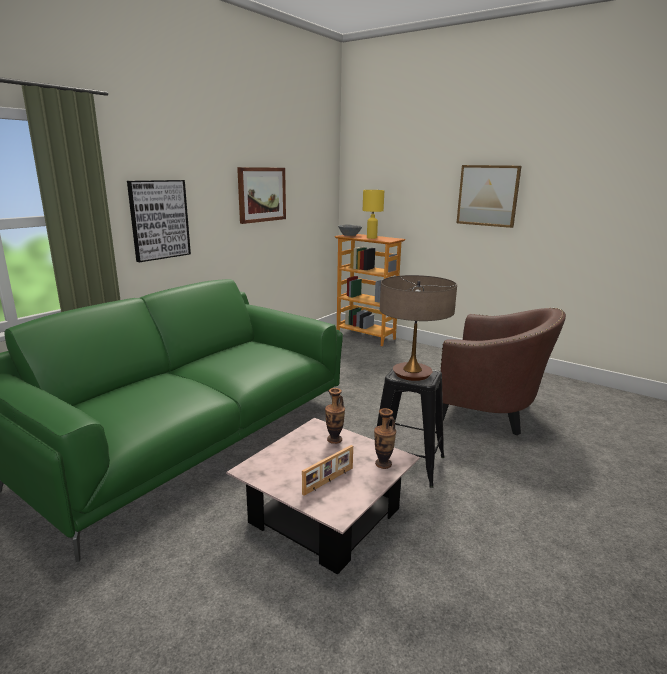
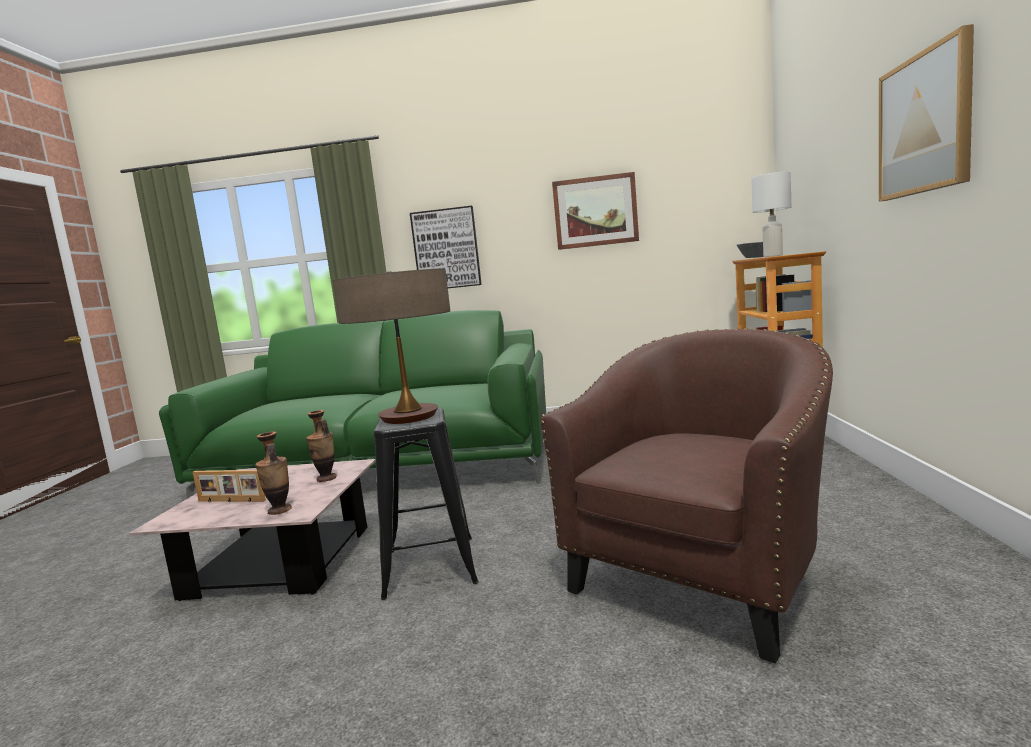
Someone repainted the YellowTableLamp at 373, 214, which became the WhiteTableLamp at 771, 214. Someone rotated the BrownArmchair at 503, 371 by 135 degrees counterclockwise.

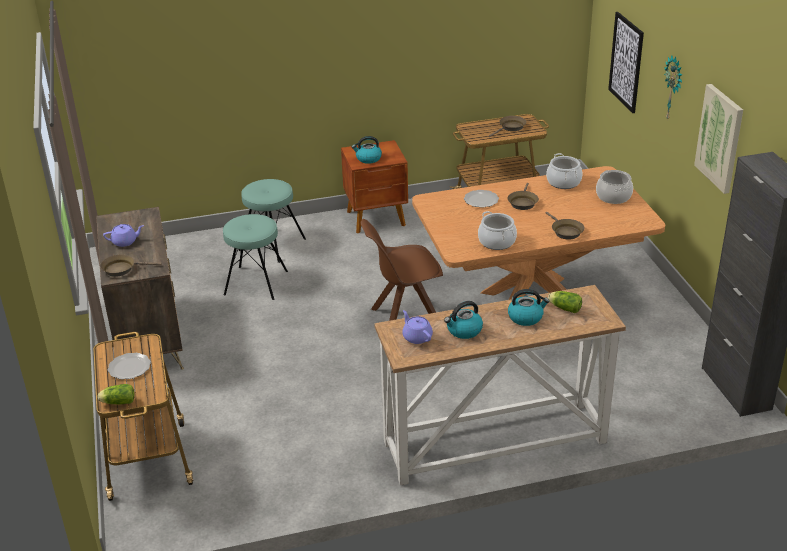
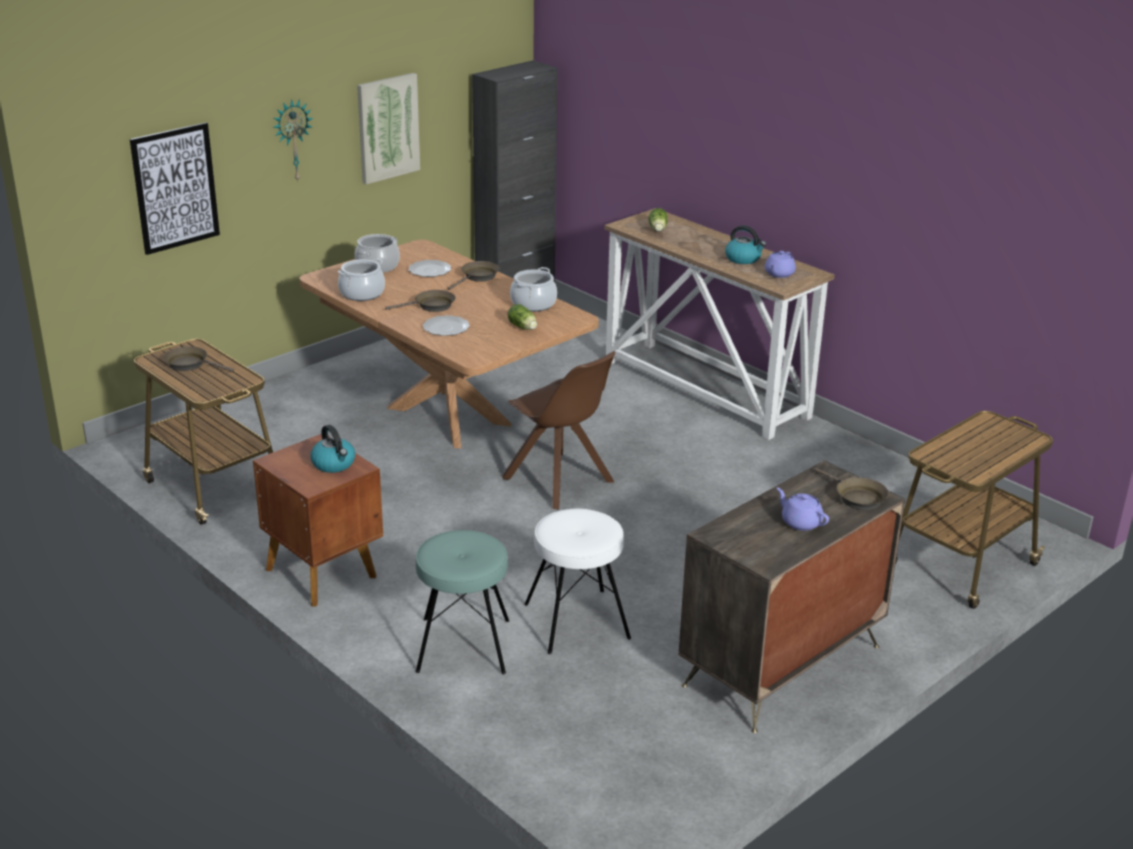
Someone carried the Lettuce from 116, 394 to 522, 317. Someone carried the Plate from 129, 366 to 429, 268. Someone repainted the TurquoiseStool at 255, 257, which became the WhiteStool at 577, 581. Someone took away the Kettle at 528, 307.

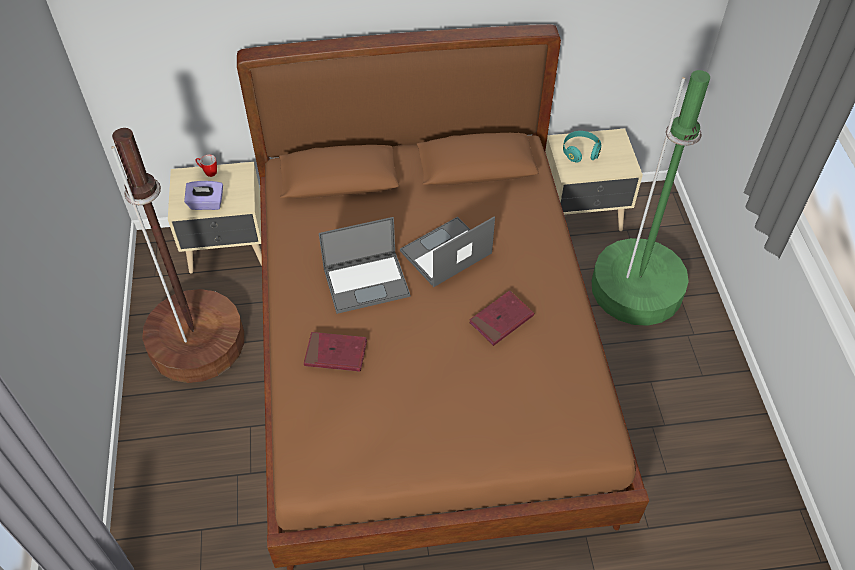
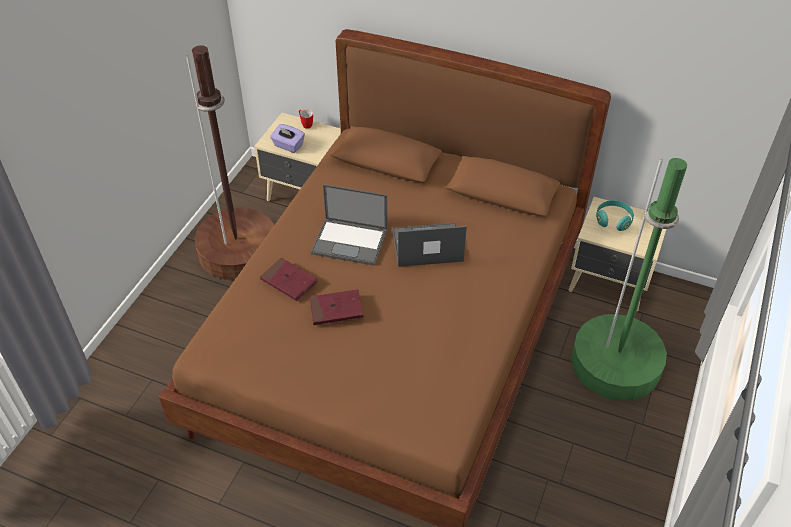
Someone carried the RedBook from 501, 318 to 336, 307.

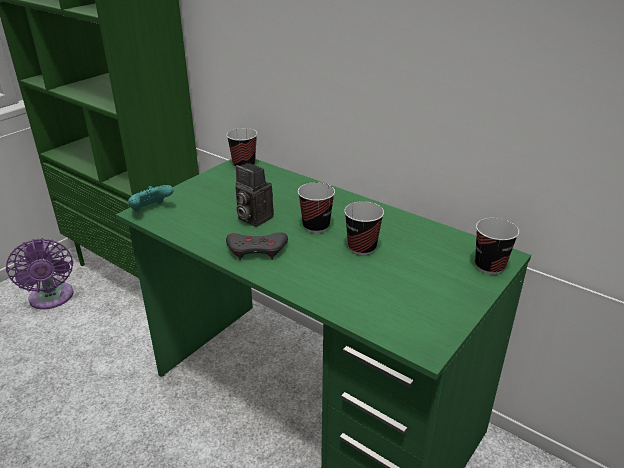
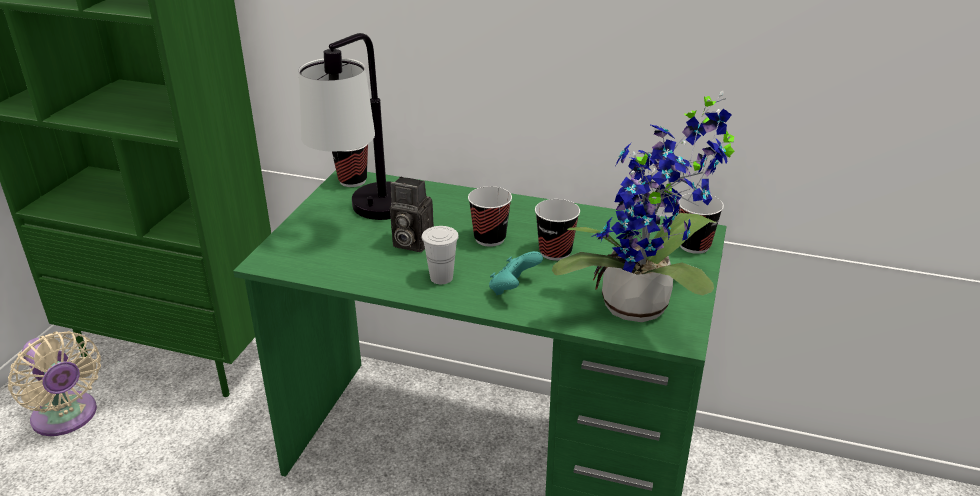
Someone repainted the PurpleFan at 39, 273, which became the BeigeFan at 54, 383. Someone carried the TurquoiseGameController from 150, 198 to 516, 273. Someone swapped the GreyGameController at 257, 246 for the WhiteCup at 440, 255. Someone put down the TableLamp at 345, 126. Someone put down the PottedPlant at 643, 206.

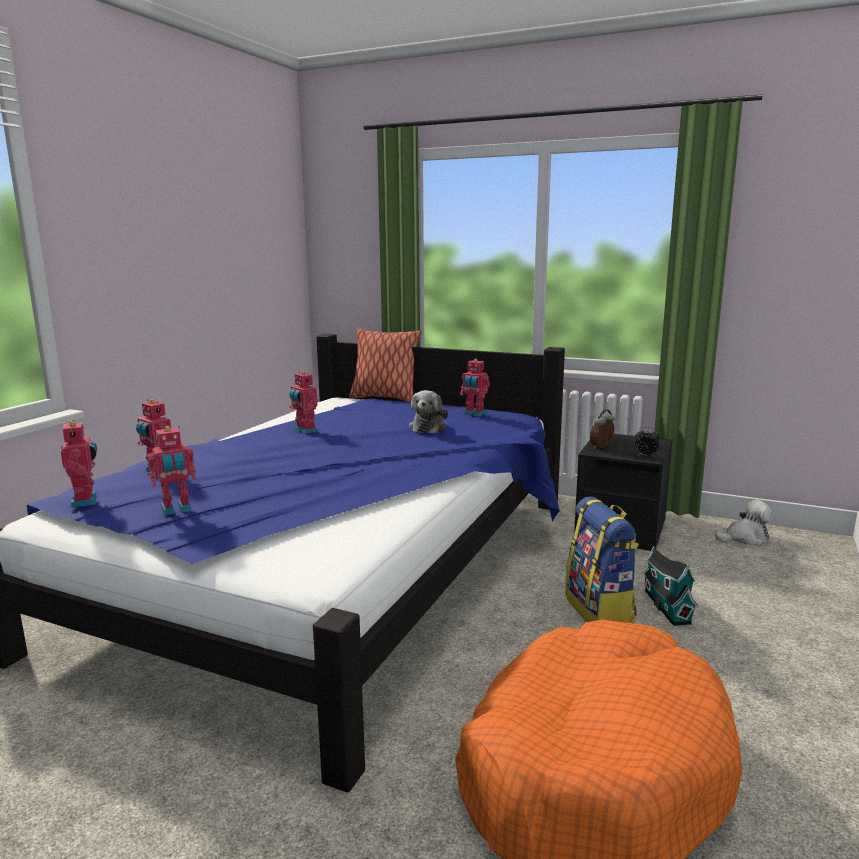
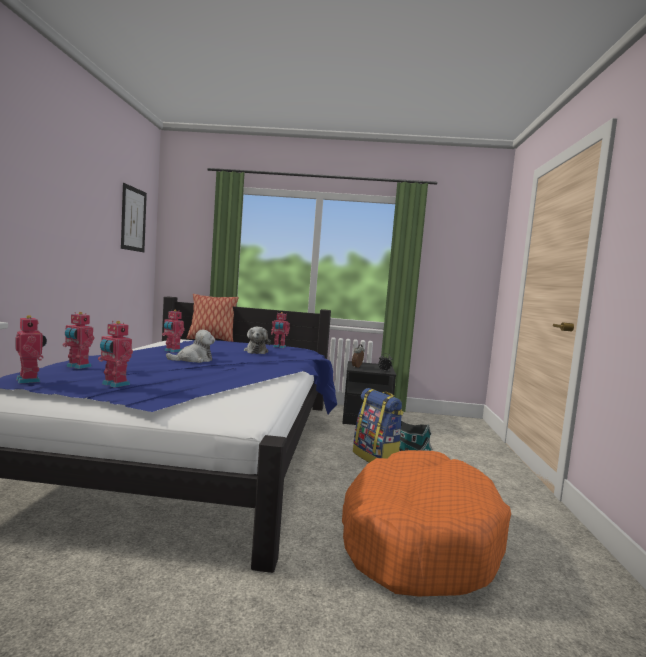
Someone rotated the ToyRobot at 171, 470 by 75 degrees clockwise. Someone carried the PlushToy from 744, 522 to 190, 346. Someone put up the Picture at 134, 217.

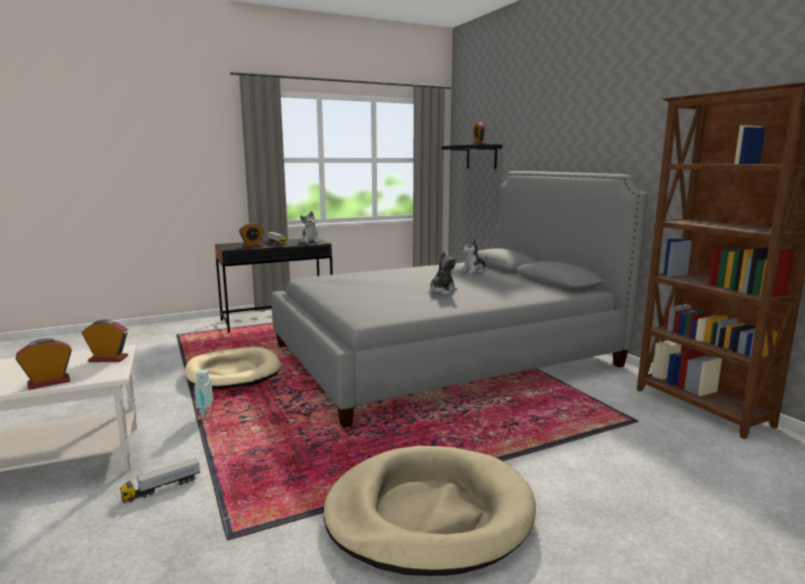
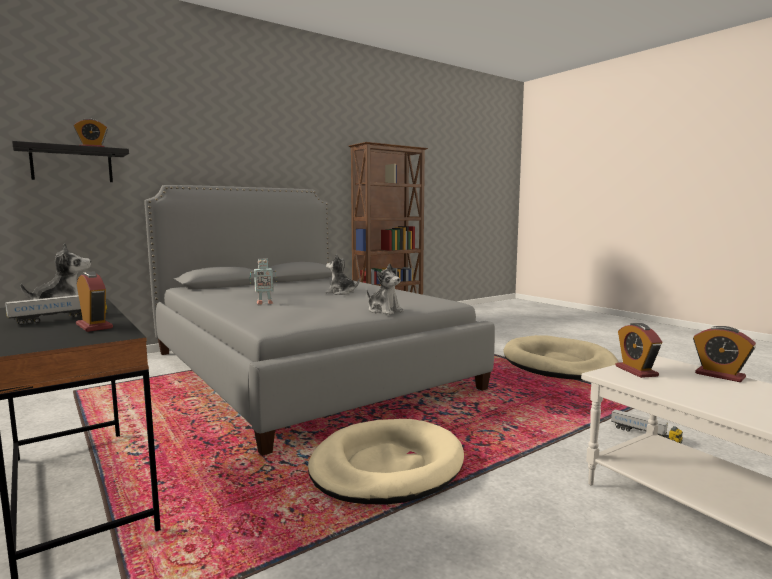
Someone carried the ToyRobot from 204, 395 to 263, 281. Someone carried the PlushToy from 473, 256 to 385, 289.

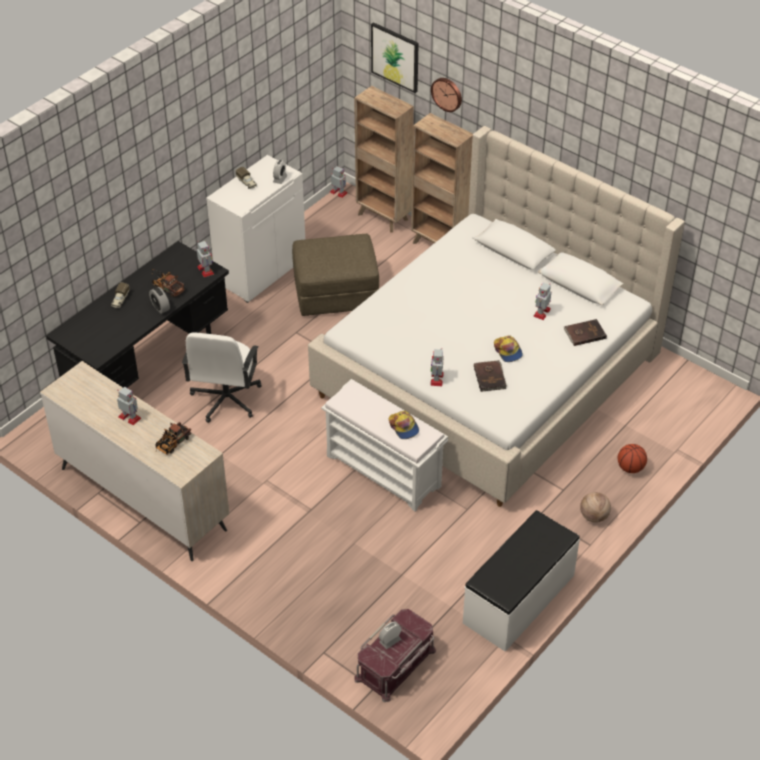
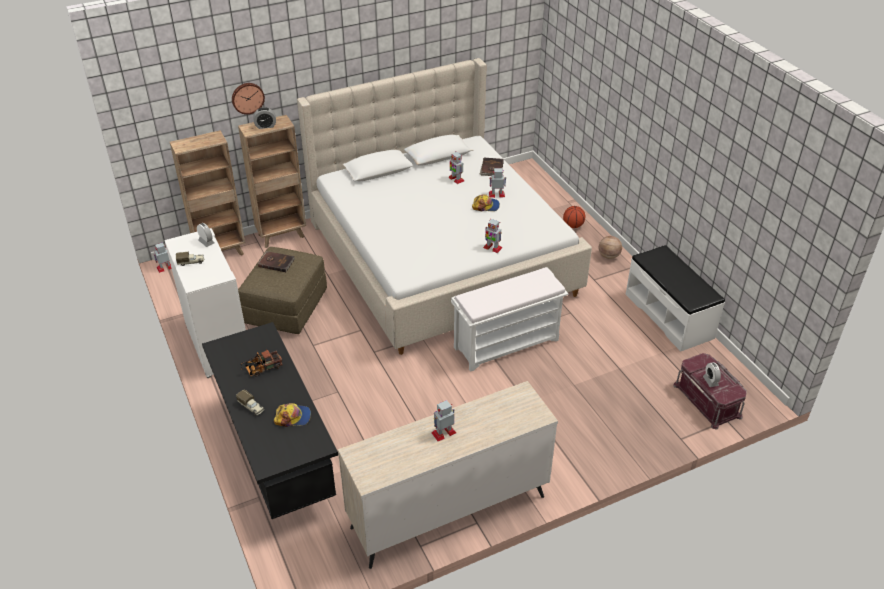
Someone carried the AlarmClock from 159, 300 to 264, 118. Someone took away the ToyTruck at 173, 438. Someone took away the WhiteOfficeChair at 222, 378. Someone carried the ToyRobot from 205, 259 to 497, 183. Someone took away the Picture at 395, 57. Someone carried the Cap from 404, 425 to 292, 415. Someone carried the BrownBook from 490, 376 to 276, 261.

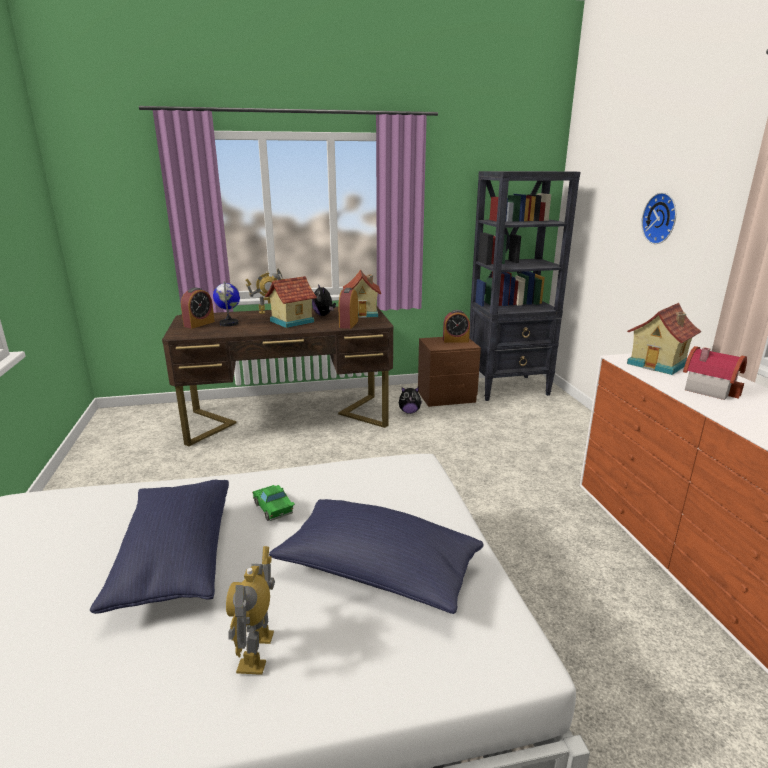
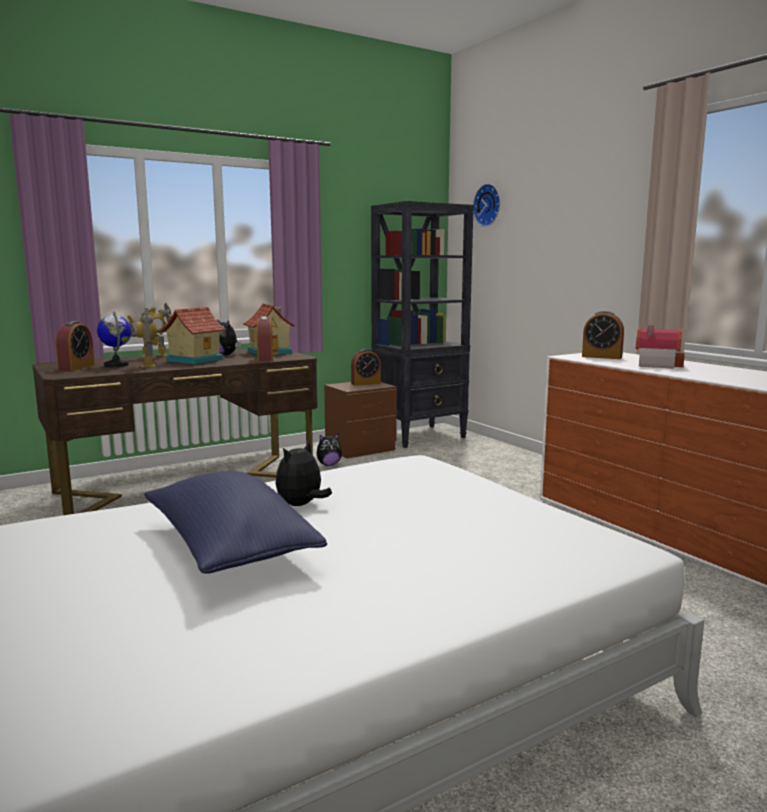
Someone carried the ToyRobot from 250, 610 to 146, 338. Someone swapped the GreenToyCar at 273, 503 for the PlushToy at 303, 473. Someone took away the BluePillow at 376, 556. Someone swapped the ToyHouse at 664, 339 for the AlarmClock at 603, 334. Someone carried the WallClock from 658, 218 to 486, 205.

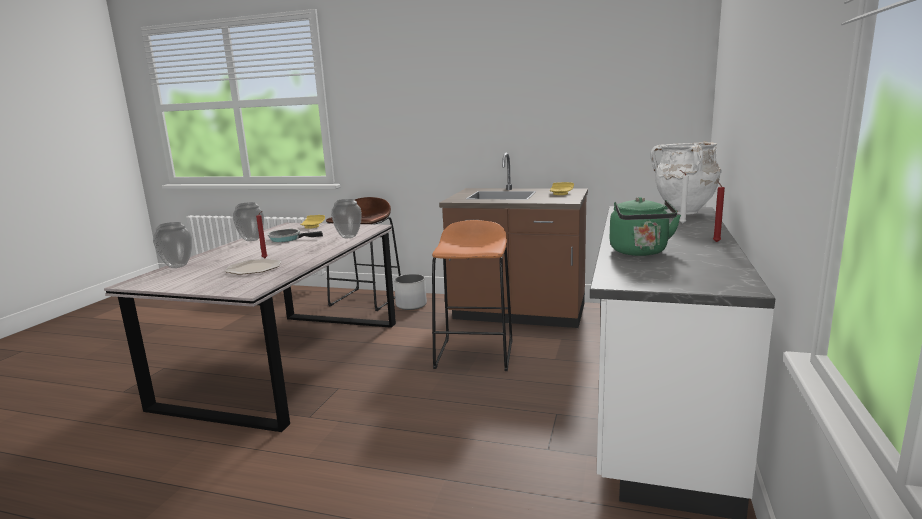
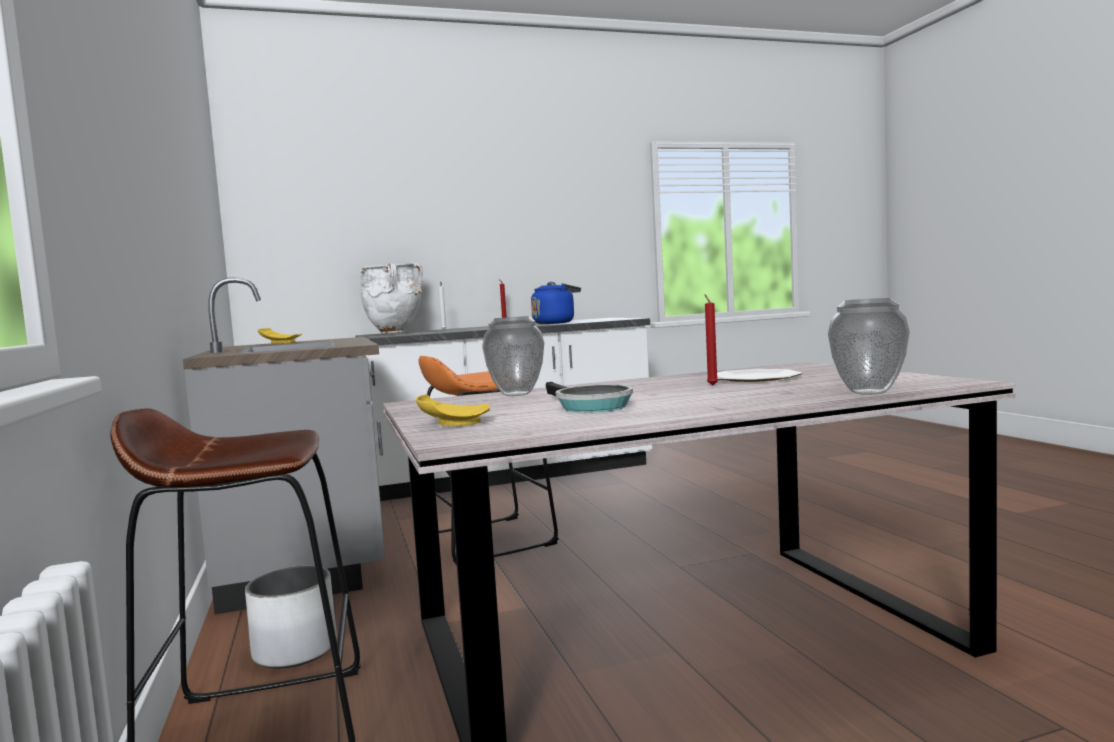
Someone took away the Vase at 248, 221. Someone repainted the BrownCounter at 513, 240, which became the GreyCounter at 284, 446. Someone repainted the GreenKettle at 645, 226, which became the BlueKettle at 556, 303.

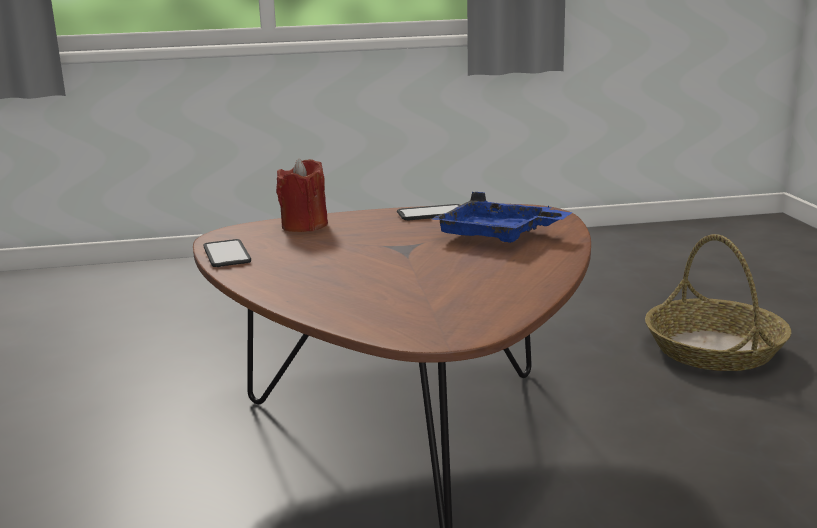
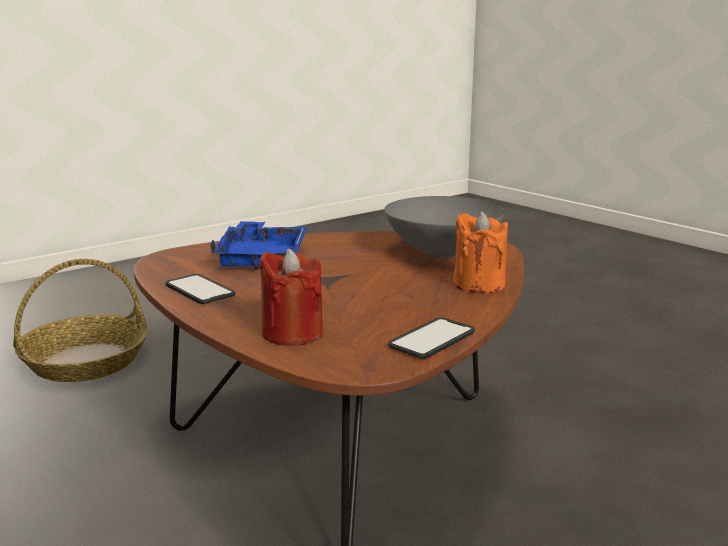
Someone put down the GreyBowl at 444, 227. Someone put down the OrangeCandle at 480, 252.

